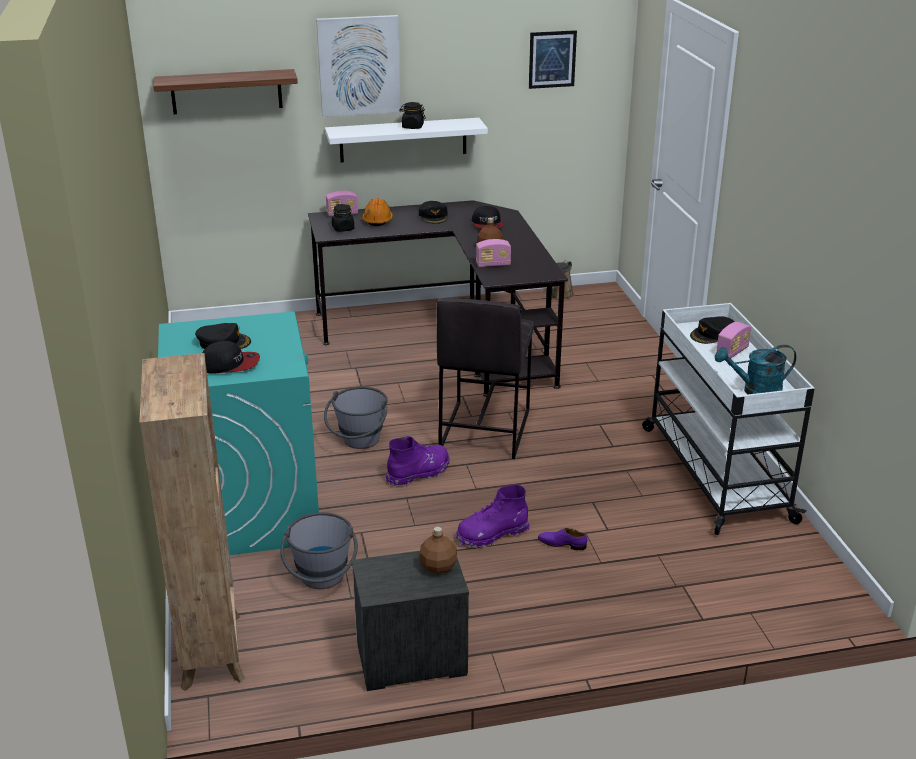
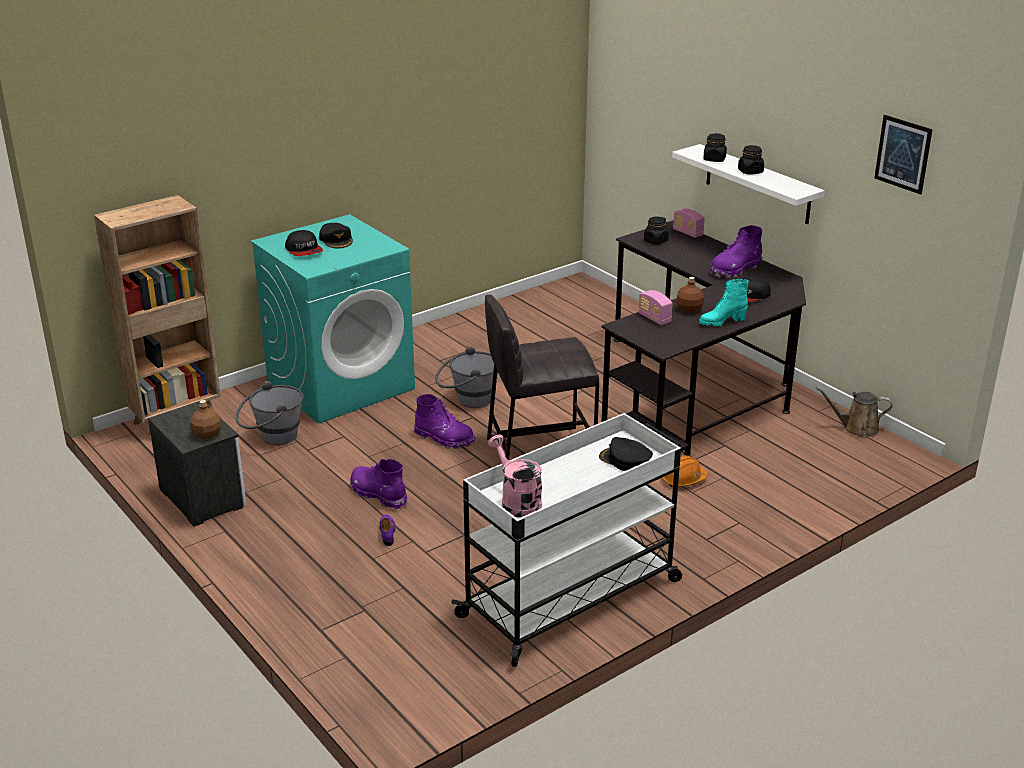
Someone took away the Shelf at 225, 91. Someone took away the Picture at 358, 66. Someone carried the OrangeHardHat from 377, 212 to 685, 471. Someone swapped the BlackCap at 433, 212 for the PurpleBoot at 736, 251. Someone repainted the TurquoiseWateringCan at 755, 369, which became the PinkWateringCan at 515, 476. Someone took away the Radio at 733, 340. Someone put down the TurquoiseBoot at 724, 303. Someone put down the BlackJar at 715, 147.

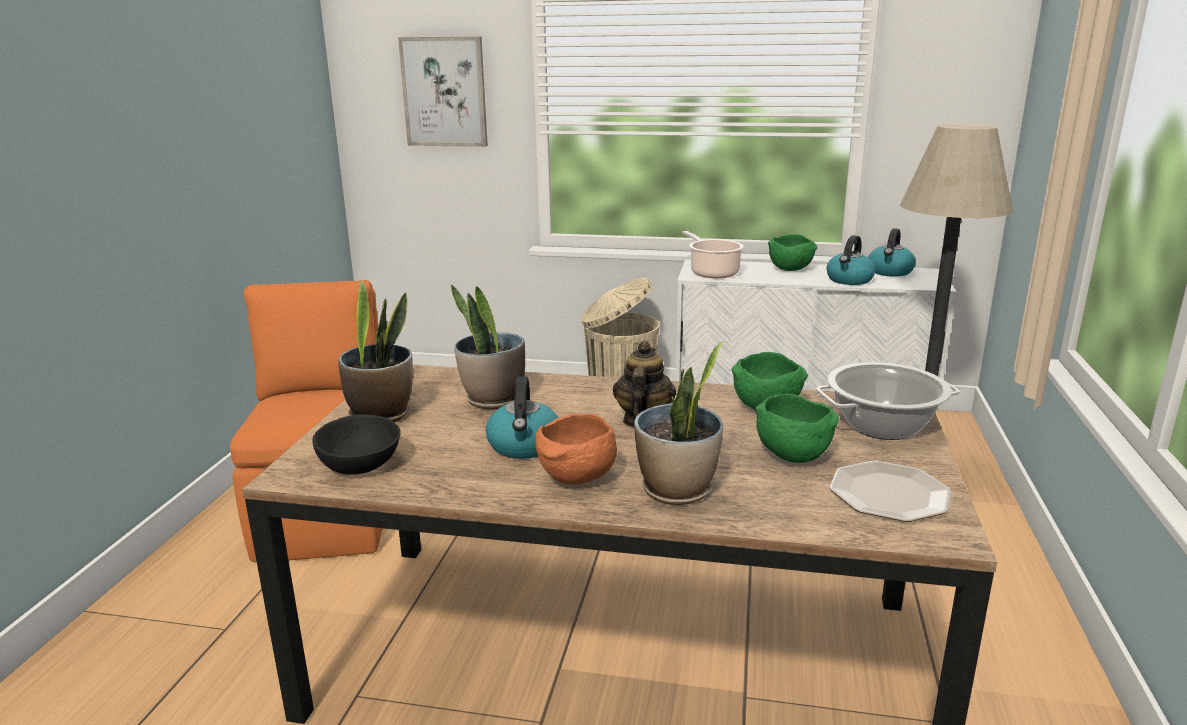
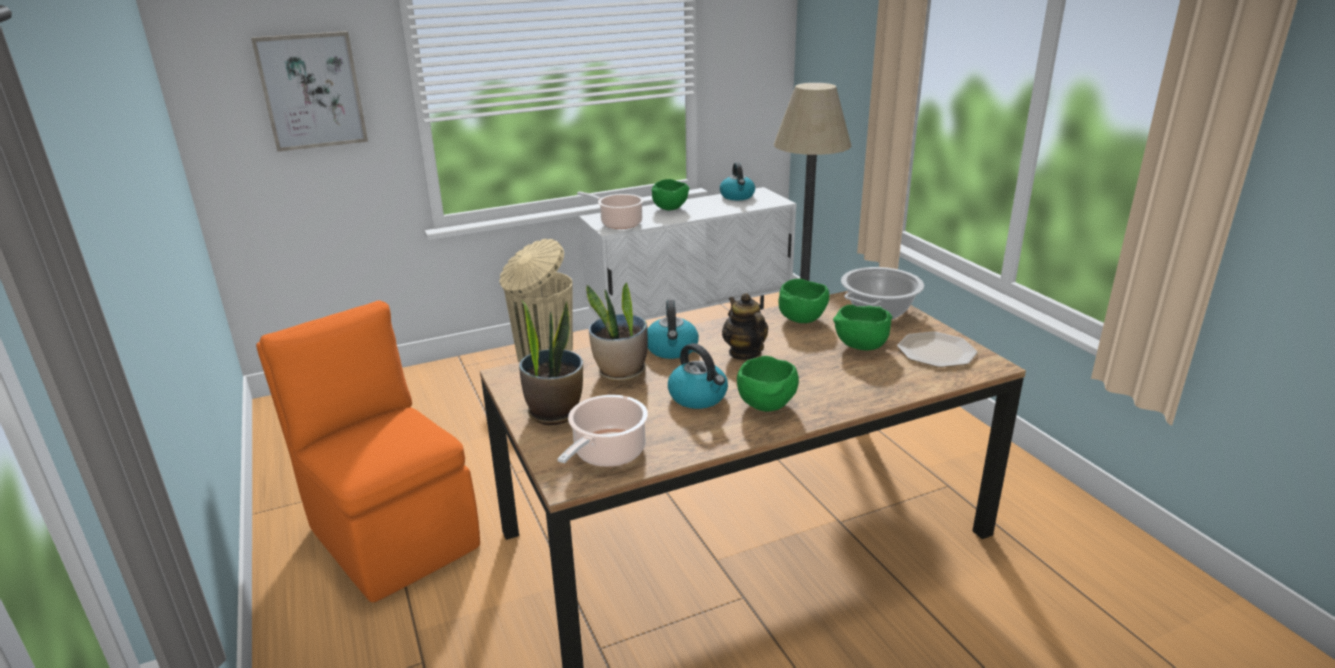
Someone swapped the BlackBowl at 356, 445 for the CookingPot at 603, 431. Someone repainted the OrangeBowl at 576, 449, which became the GreenBowl at 768, 383. Someone took away the PottedPlant at 679, 423. Someone carried the Kettle from 851, 260 to 673, 329.

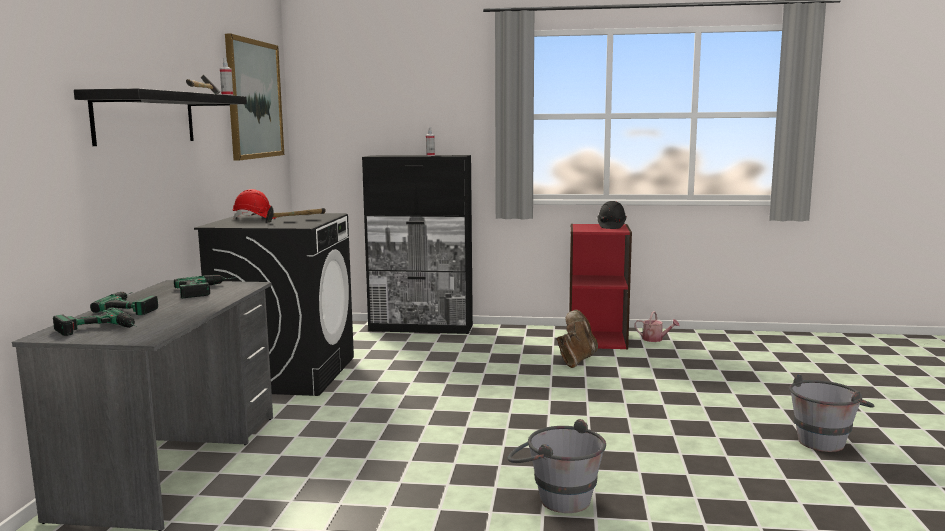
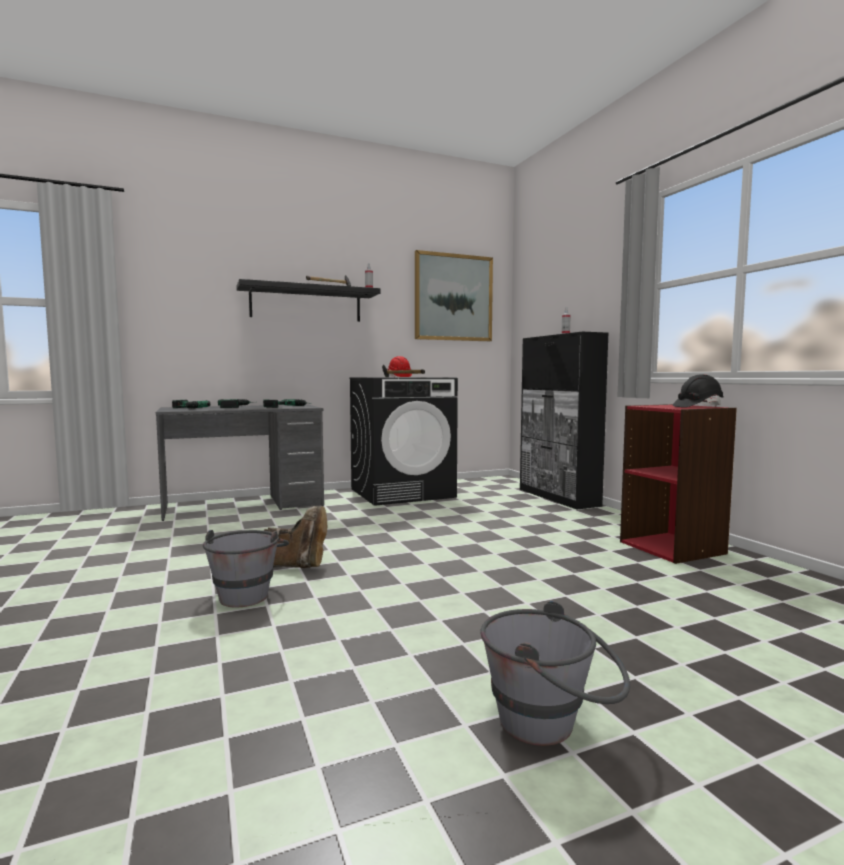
Someone carried the BrownBoot from 577, 339 to 295, 537. Someone took away the WateringCan at 657, 326.

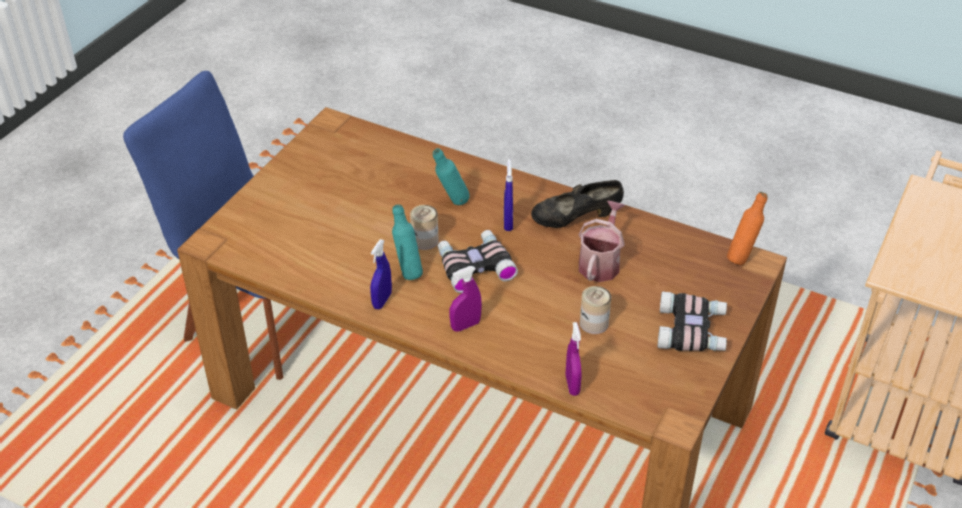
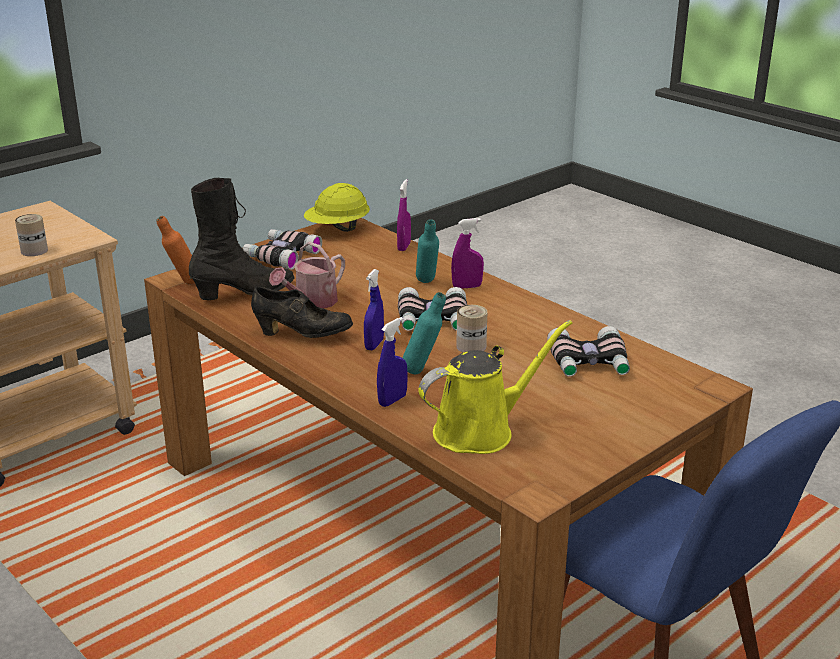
Someone carried the BlueSprayBottle from 381, 274 to 392, 362. Someone carried the TurquoiseBottle from 407, 242 to 427, 251. Someone carried the Can from 595, 310 to 31, 235. Someone put down the BlackBoot at 242, 239. Someone put down the YellowHardHat at 337, 207. Someone put down the YellowWateringCan at 495, 387. Someone put down the Binoculars at 588, 351.

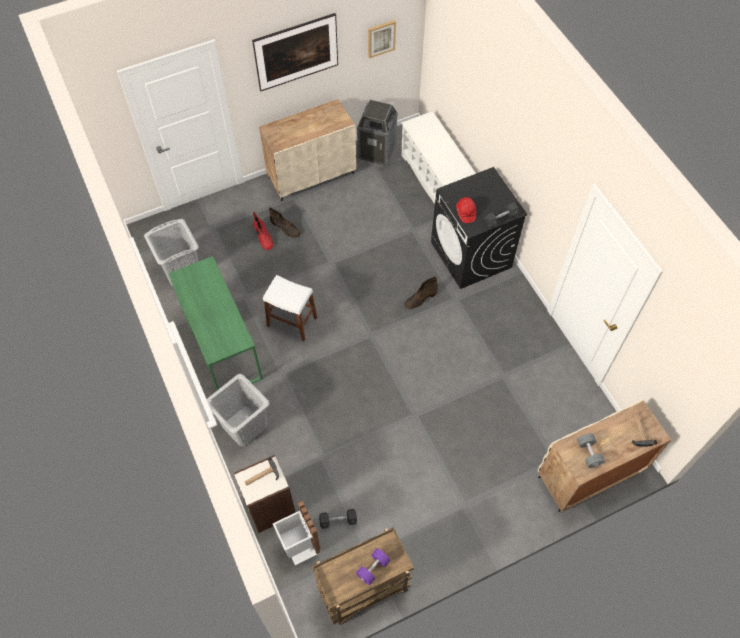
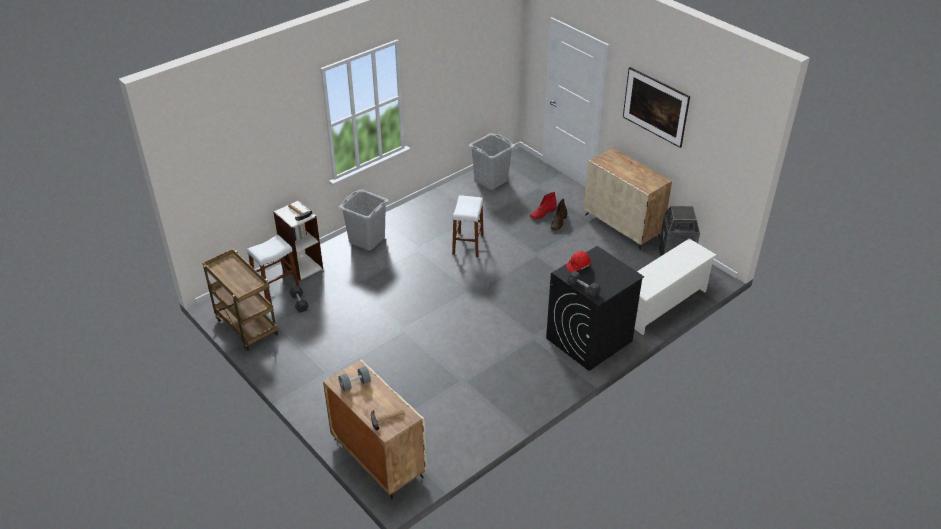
Someone took away the GreenDesk at 215, 323. Someone swapped the WhiteTrashCan at 297, 533 for the WhiteStool at 273, 268. Someone took away the PurpleDumbbell at 373, 566. Someone took away the Picture at 382, 39. Someone took away the BrownBoot at 421, 292.

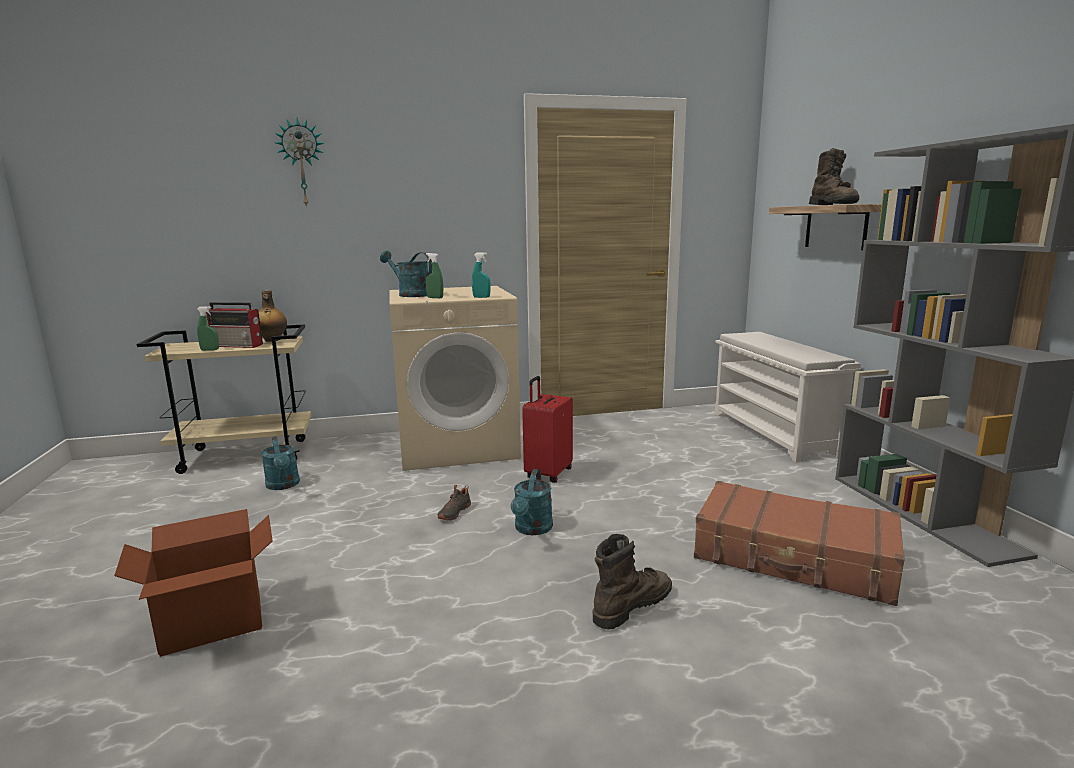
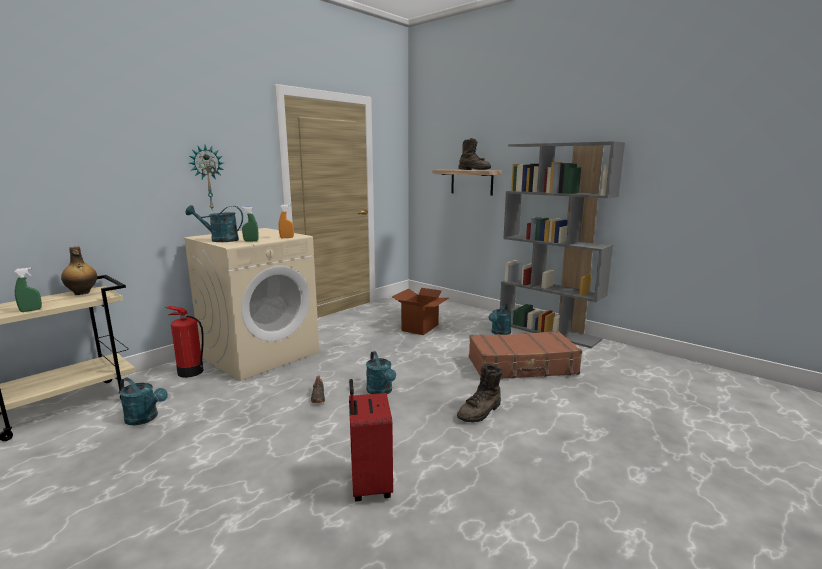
Someone carried the CardboardBox from 193, 583 to 420, 311. Someone took away the Radio at 234, 325. Someone carried the WallClock from 299, 163 to 206, 177. Someone repainted the TurquoiseSprayBottle at 481, 275, which became the OrangeSprayBottle at 286, 221. Someone carried the RedSuitcase from 547, 429 to 371, 440. Someone rotated the BrownBoot at 632, 582 by 150 degrees counterclockwise. Someone took away the WhiteShoeRack at 788, 397. Someone put down the FireExtinguisher at 184, 342. Someone put down the TurquoiseWateringCan at 500, 319.

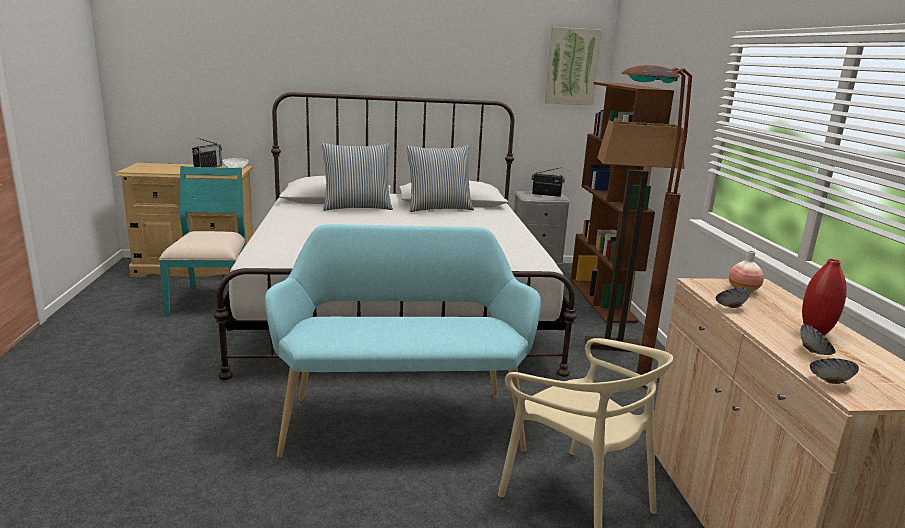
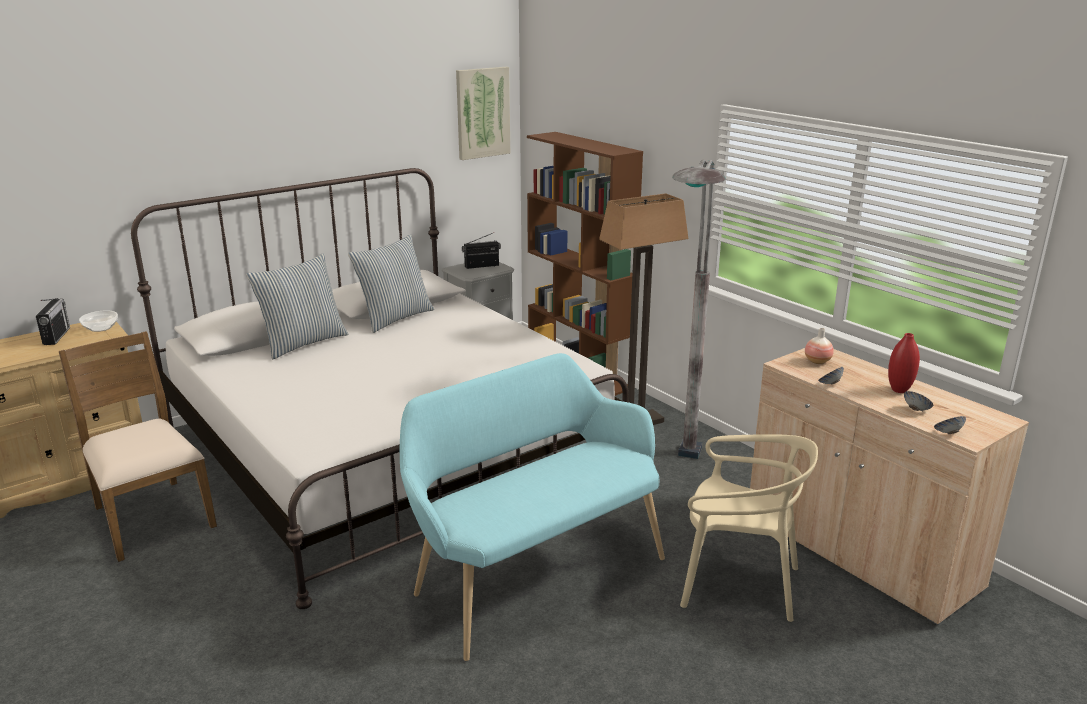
Someone repainted the TurquoiseChair at 202, 241, which became the BrownChair at 138, 446. Someone repainted the BrownFloorLamp at 656, 227, which became the GreyFloorLamp at 699, 309.

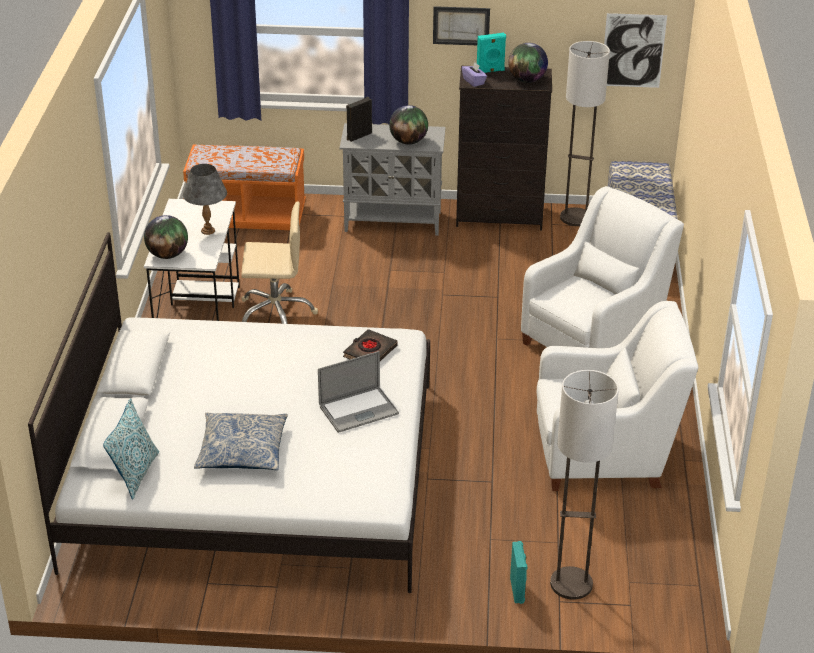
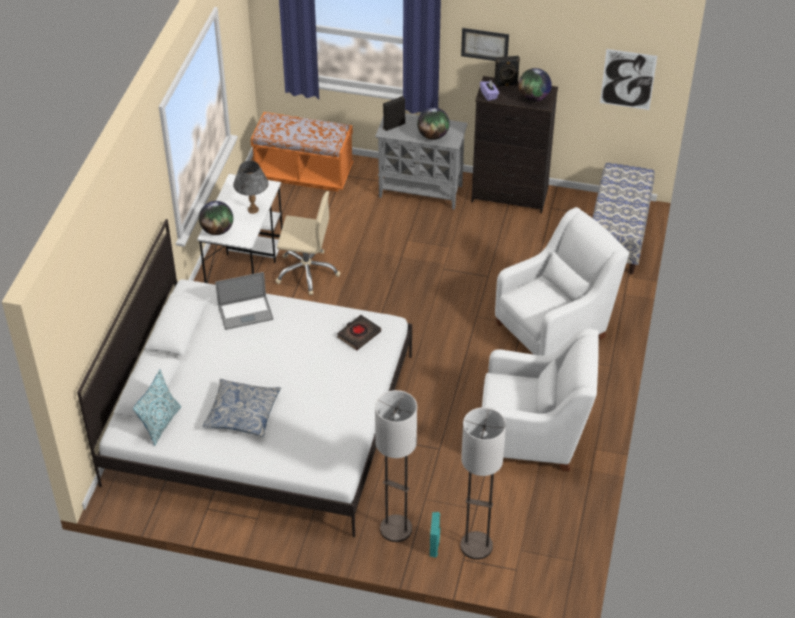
Someone carried the Laptop from 358, 392 to 244, 301. Someone repainted the TurquoiseSpeaker at 491, 53, which became the BlackSpeaker at 507, 71. Someone carried the FloorLamp from 585, 133 to 396, 466.

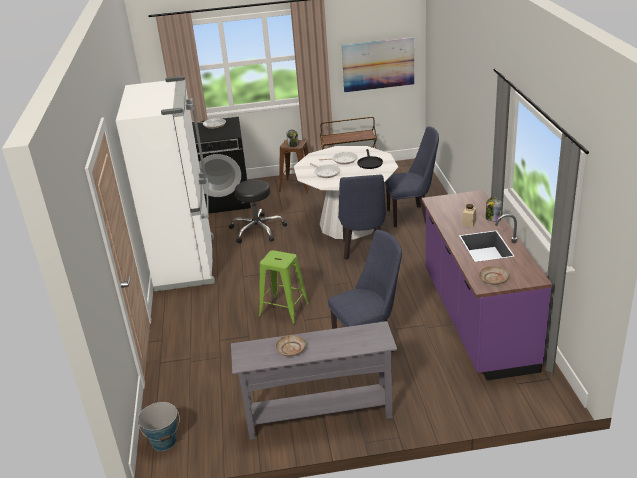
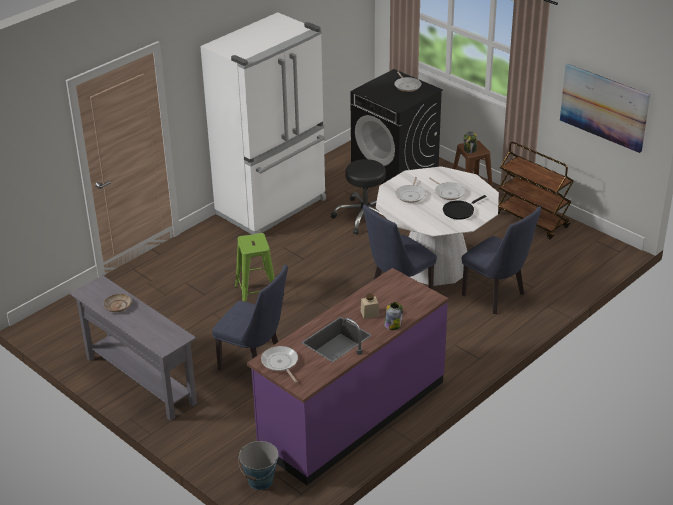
Someone carried the Bucket from 159, 426 to 258, 465. Someone swapped the BeigePlate at 494, 275 for the FryingPan at 279, 364.

